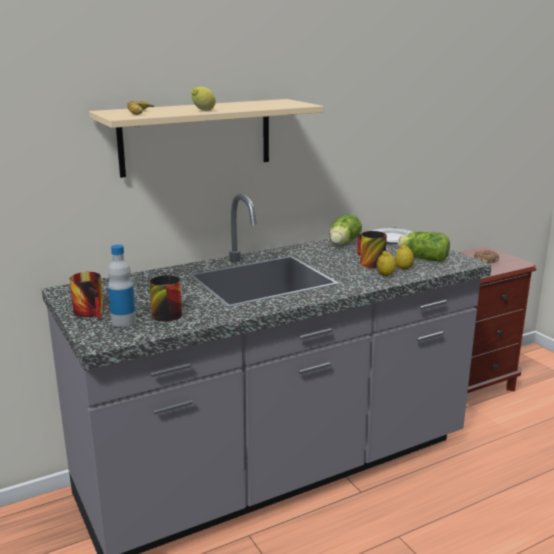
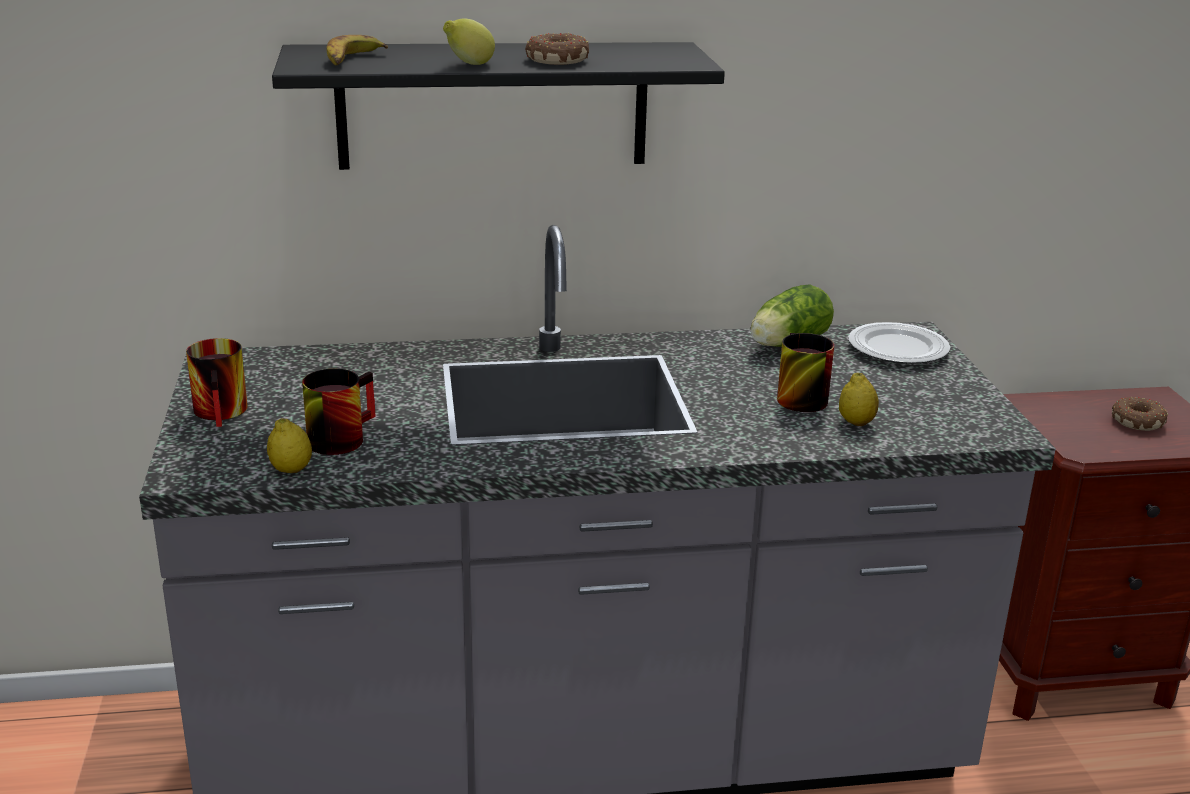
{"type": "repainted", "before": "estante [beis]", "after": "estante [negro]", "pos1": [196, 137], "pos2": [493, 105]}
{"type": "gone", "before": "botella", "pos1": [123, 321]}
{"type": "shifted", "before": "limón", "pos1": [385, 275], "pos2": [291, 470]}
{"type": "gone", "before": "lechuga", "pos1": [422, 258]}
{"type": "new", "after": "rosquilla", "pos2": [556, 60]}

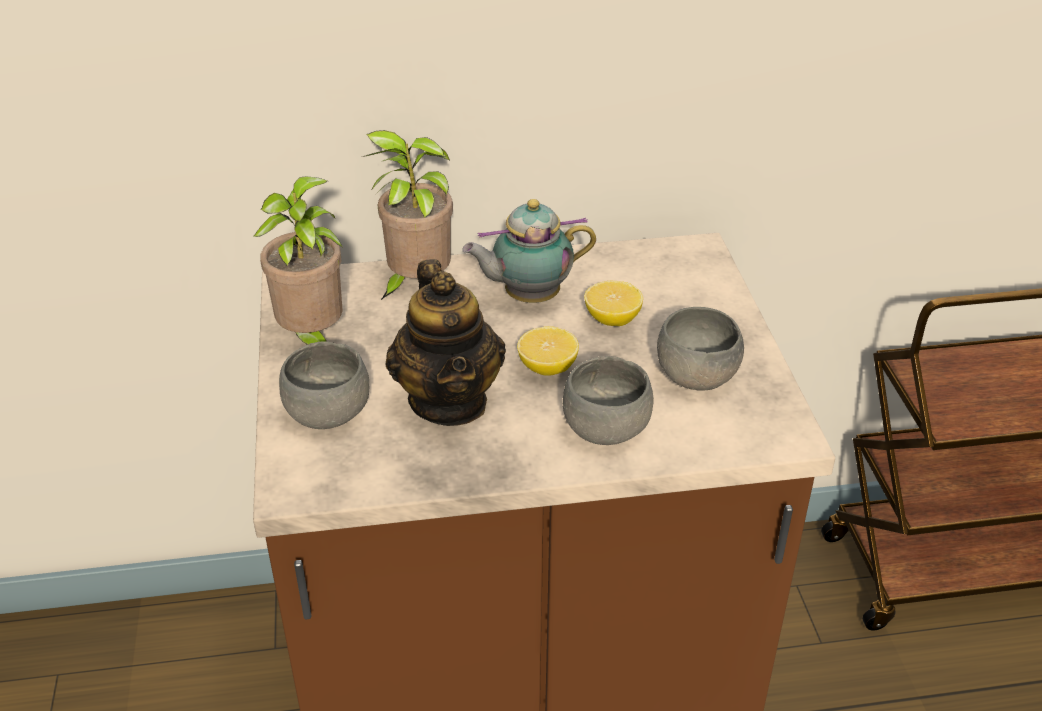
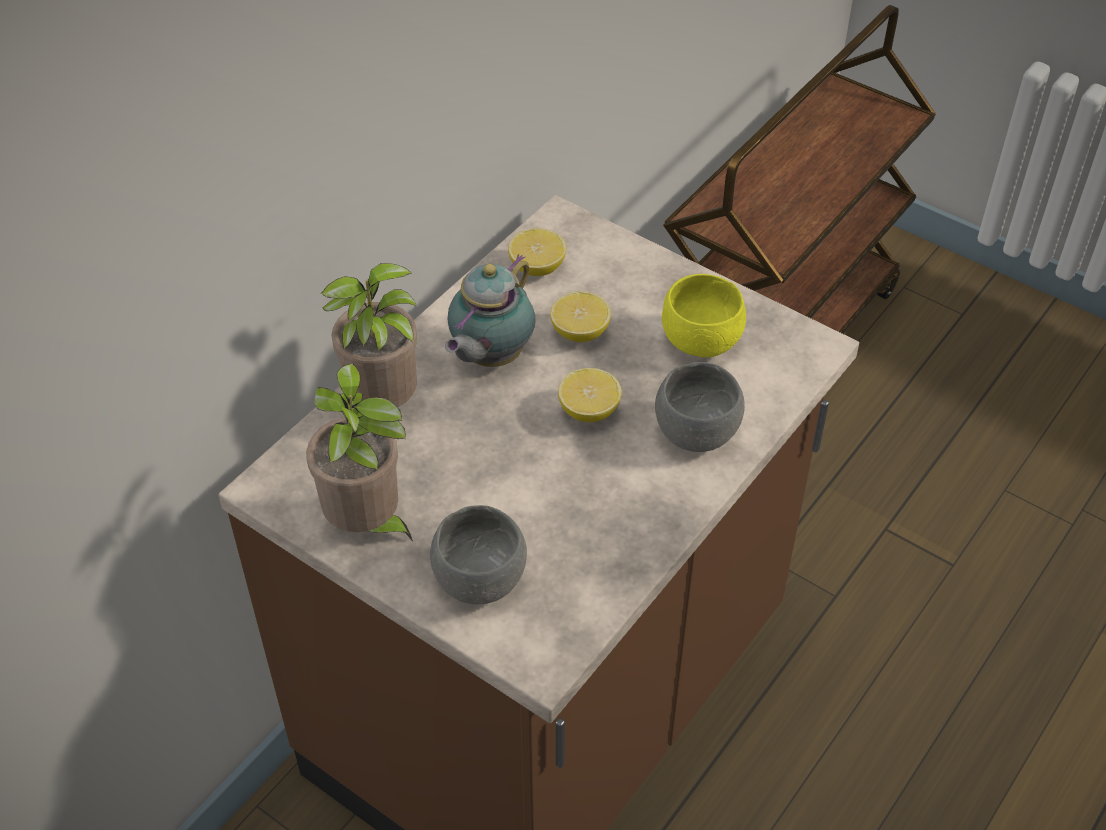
{"type": "gone", "before": "tetera", "pos1": [449, 401]}
{"type": "repainted", "before": "cuenco [gris]", "after": "cuenco [amarillo]", "pos1": [696, 377], "pos2": [701, 341]}
{"type": "new", "after": "limón", "pos2": [537, 268]}

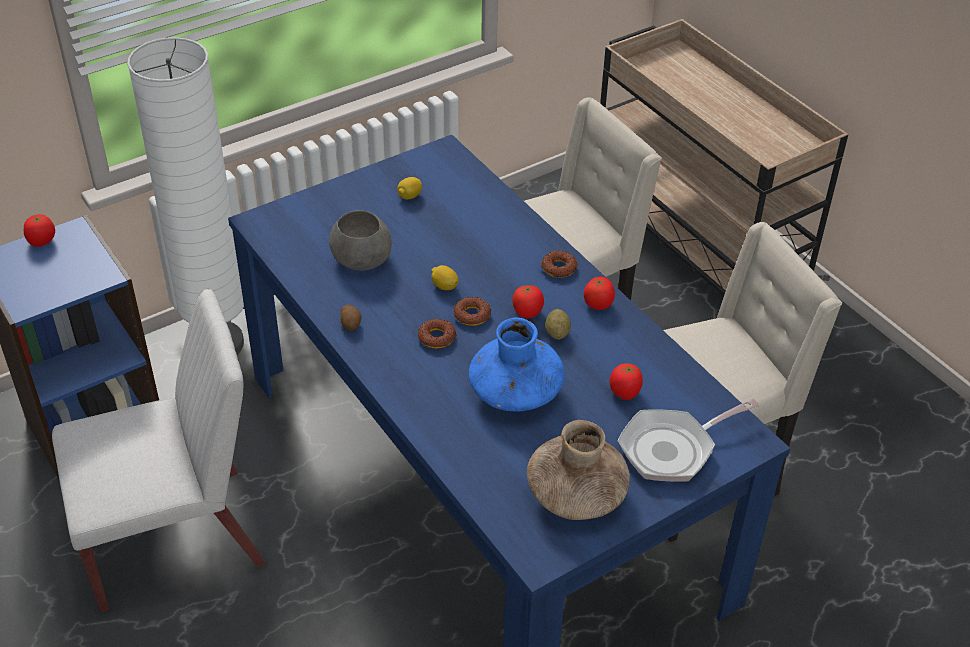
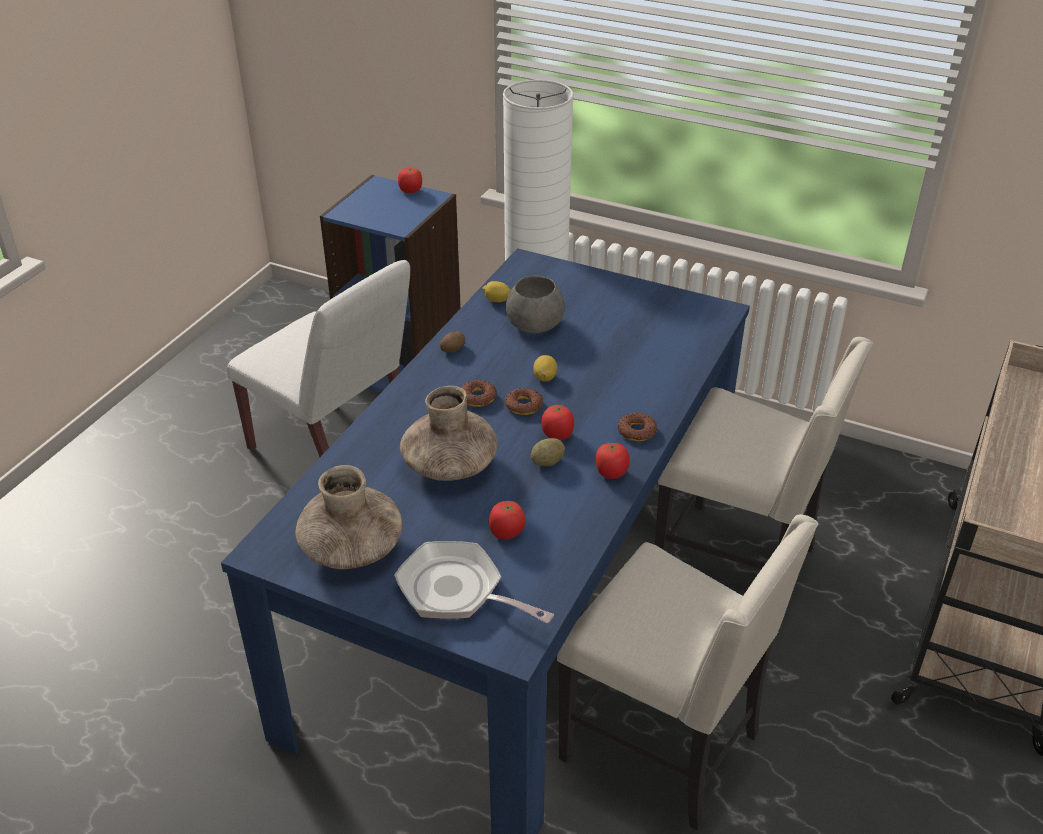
{"type": "shifted", "before": "limón", "pos1": [409, 196], "pos2": [496, 300]}
{"type": "repainted", "before": "florero [azul]", "after": "florero [marrón]", "pos1": [515, 392], "pos2": [450, 465]}

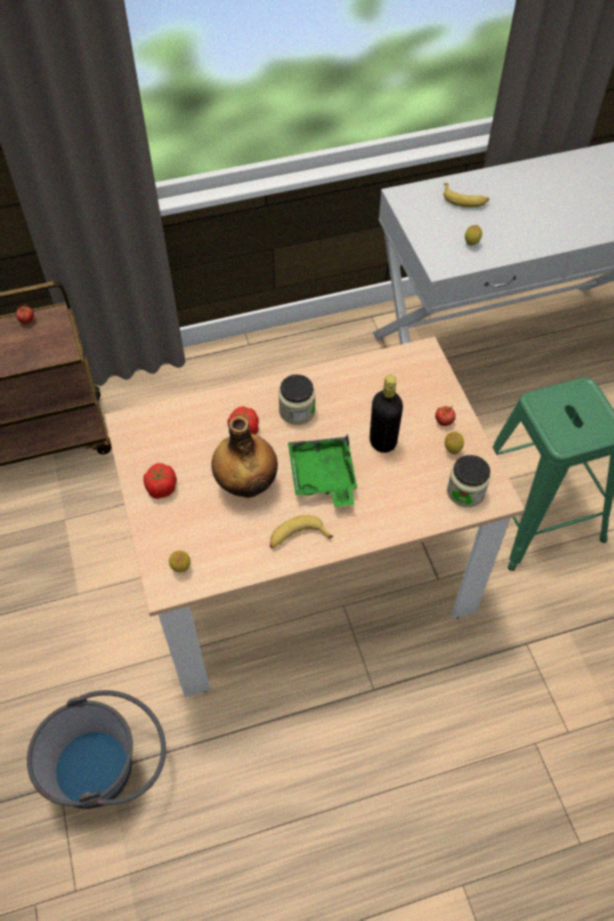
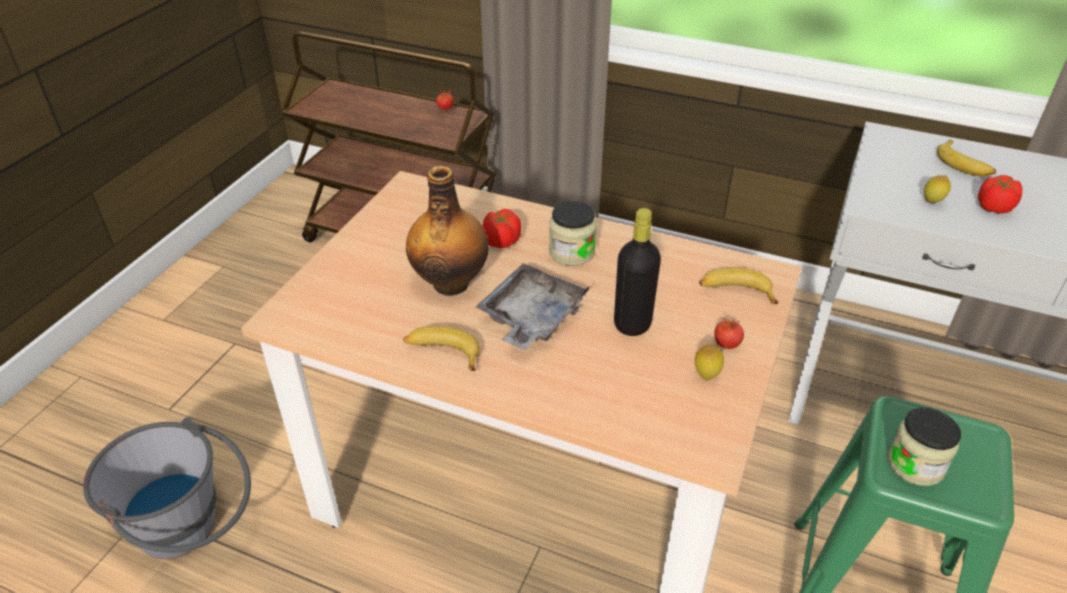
{"type": "shifted", "before": "tomate", "pos1": [161, 488], "pos2": [993, 207]}
{"type": "gone", "before": "limón", "pos1": [181, 568]}
{"type": "repainted", "before": "bandeja [verde]", "after": "bandeja [gris]", "pos1": [323, 477], "pos2": [531, 318]}
{"type": "shifted", "before": "tarro", "pos1": [465, 491], "pos2": [915, 464]}
{"type": "new", "after": "plátano", "pos2": [735, 291]}

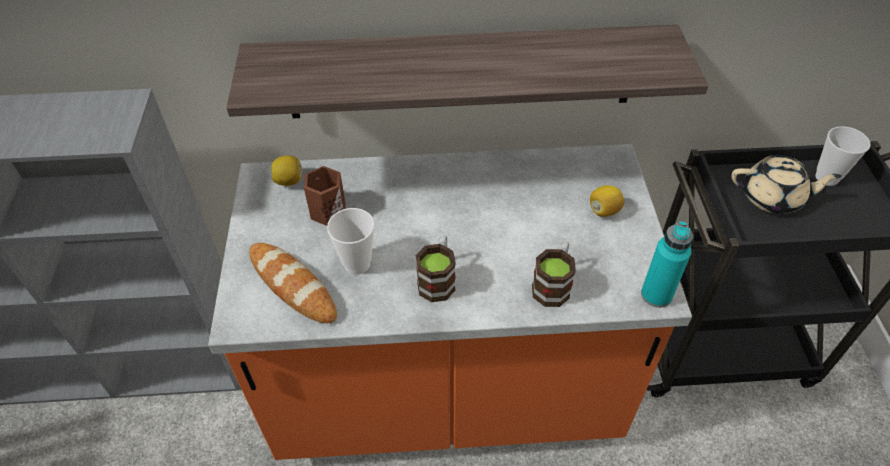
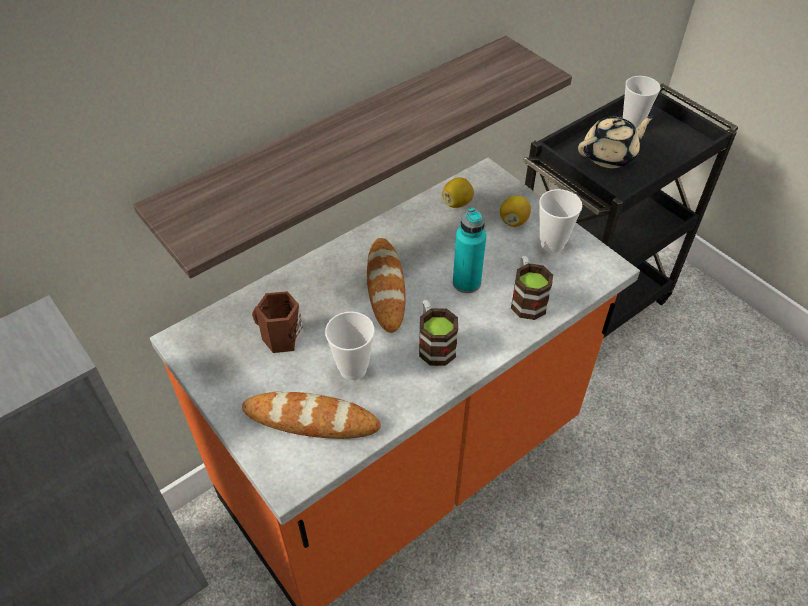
{"type": "shifted", "before": "limón", "pos1": [289, 181], "pos2": [457, 203]}
{"type": "shifted", "before": "botella [turquesa]", "pos1": [656, 295], "pos2": [466, 283]}
{"type": "new", "after": "pan", "pos2": [386, 287]}
{"type": "new", "after": "taza", "pos2": [552, 244]}

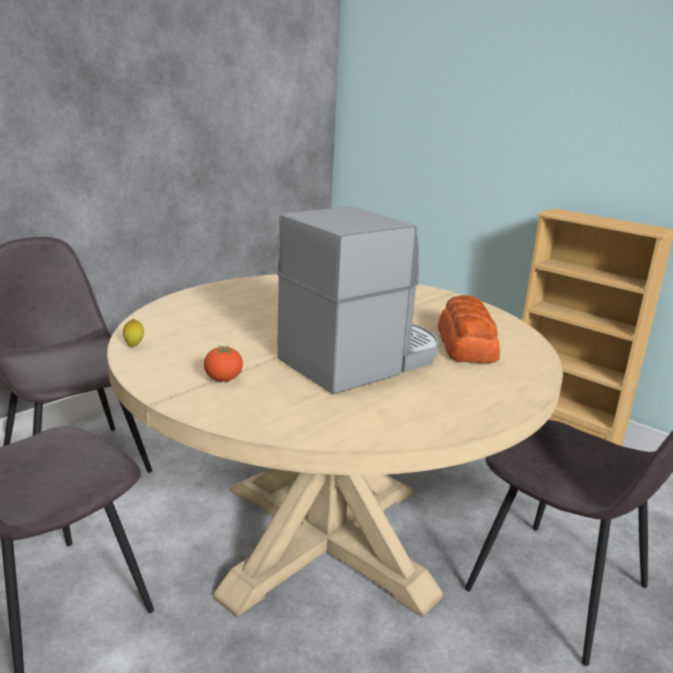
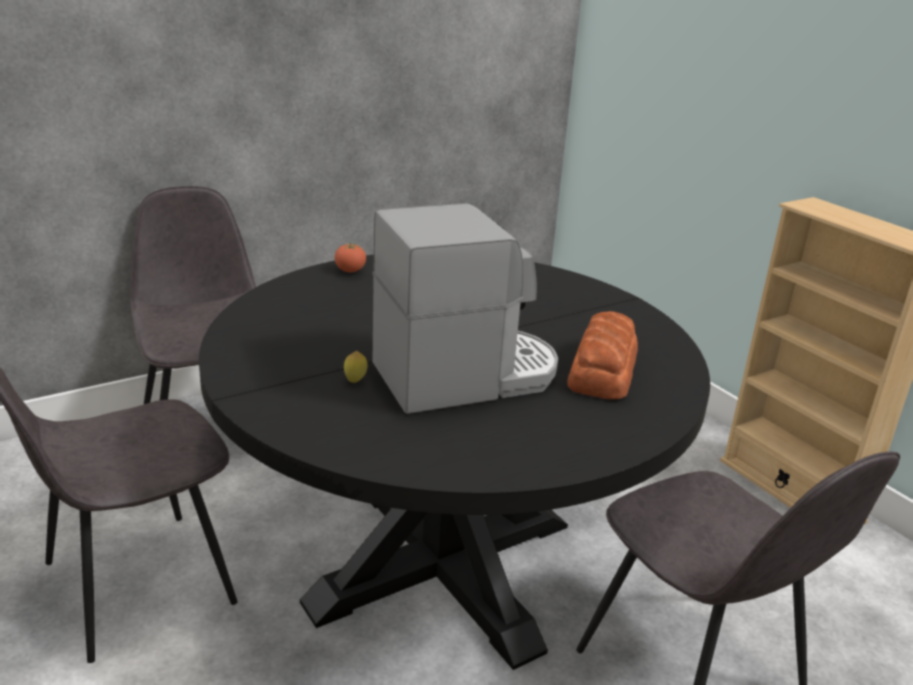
{"type": "repainted", "before": "mesa de comedor [beis]", "after": "mesa de comedor [negro]", "pos1": [325, 538], "pos2": [442, 562]}
{"type": "shifted", "before": "limón", "pos1": [134, 345], "pos2": [355, 381]}
{"type": "shifted", "before": "tomate", "pos1": [223, 379], "pos2": [350, 271]}

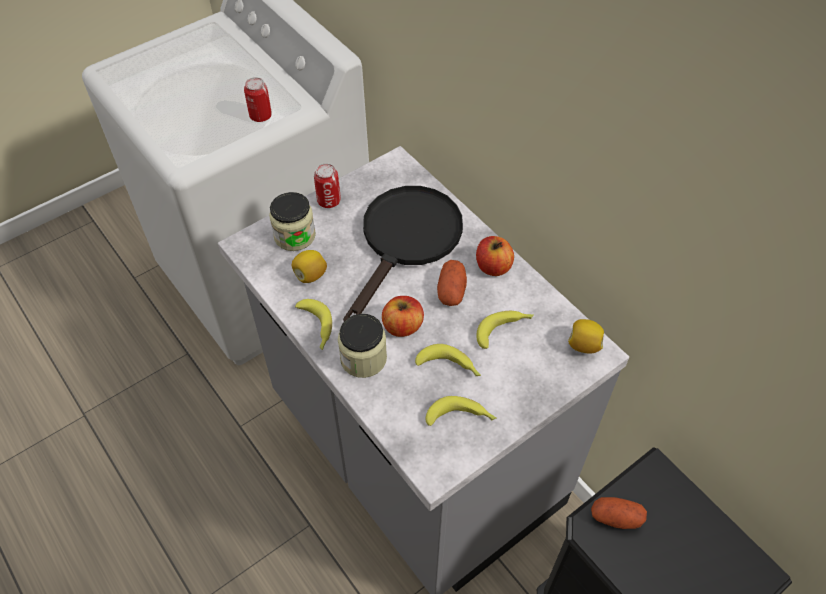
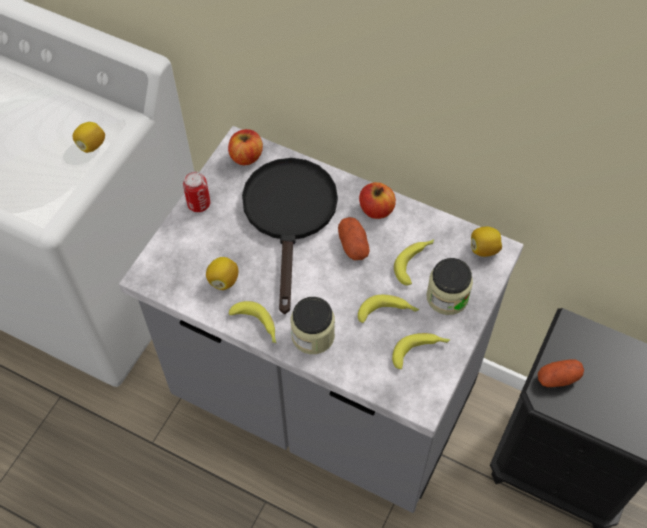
{"type": "swapped", "before": "lata", "after": "limón", "pos1": [260, 116], "pos2": [91, 145]}
{"type": "shifted", "before": "tarro", "pos1": [294, 236], "pos2": [447, 297]}
{"type": "shifted", "before": "manzana", "pos1": [402, 326], "pos2": [246, 156]}

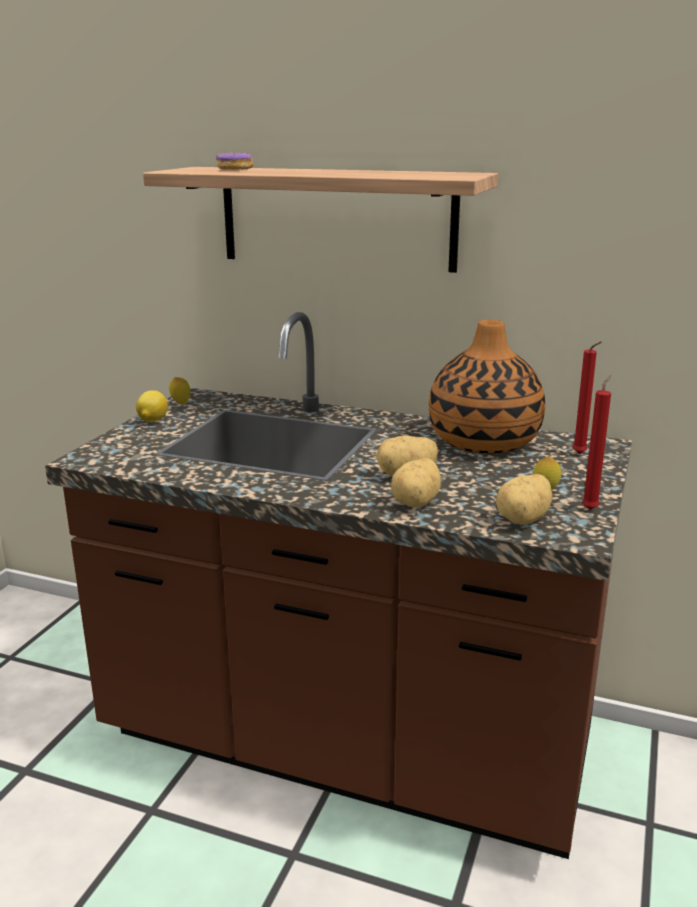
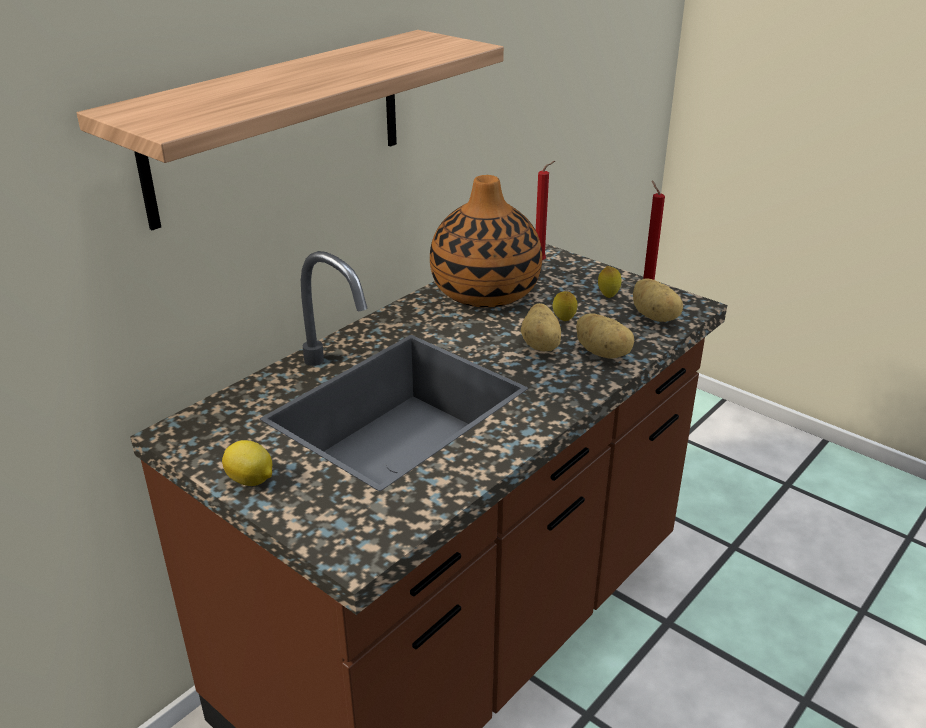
{"type": "shifted", "before": "limón", "pos1": [181, 404], "pos2": [563, 320]}
{"type": "gone", "before": "rosquilla", "pos1": [235, 169]}

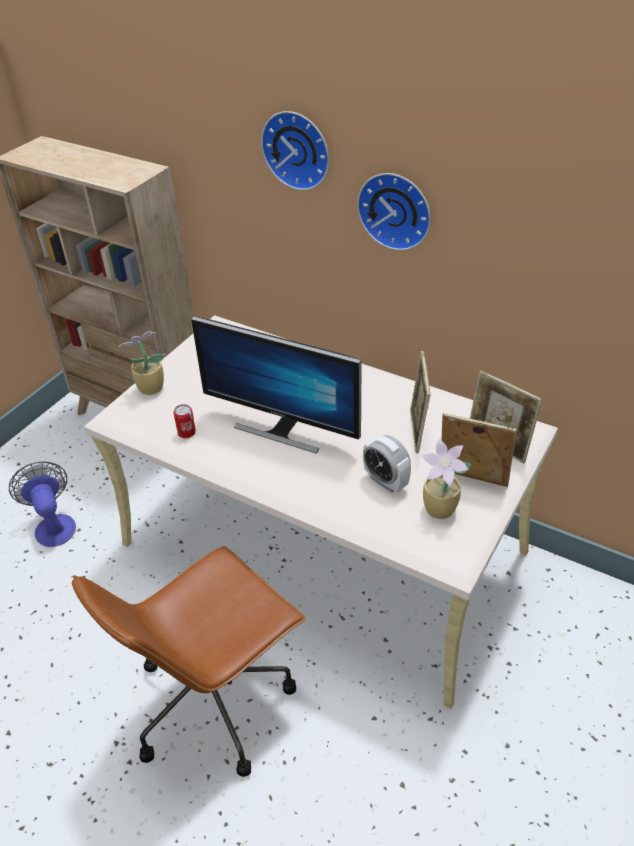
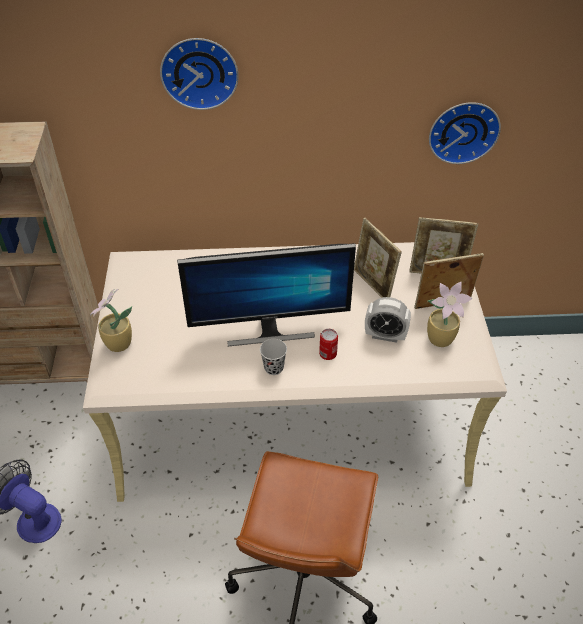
{"type": "shifted", "before": "lata", "pos1": [186, 432], "pos2": [328, 353]}
{"type": "shifted", "before": "reloj de pared", "pos1": [396, 209], "pos2": [463, 130]}
{"type": "new", "after": "taza [negro]", "pos2": [273, 368]}

